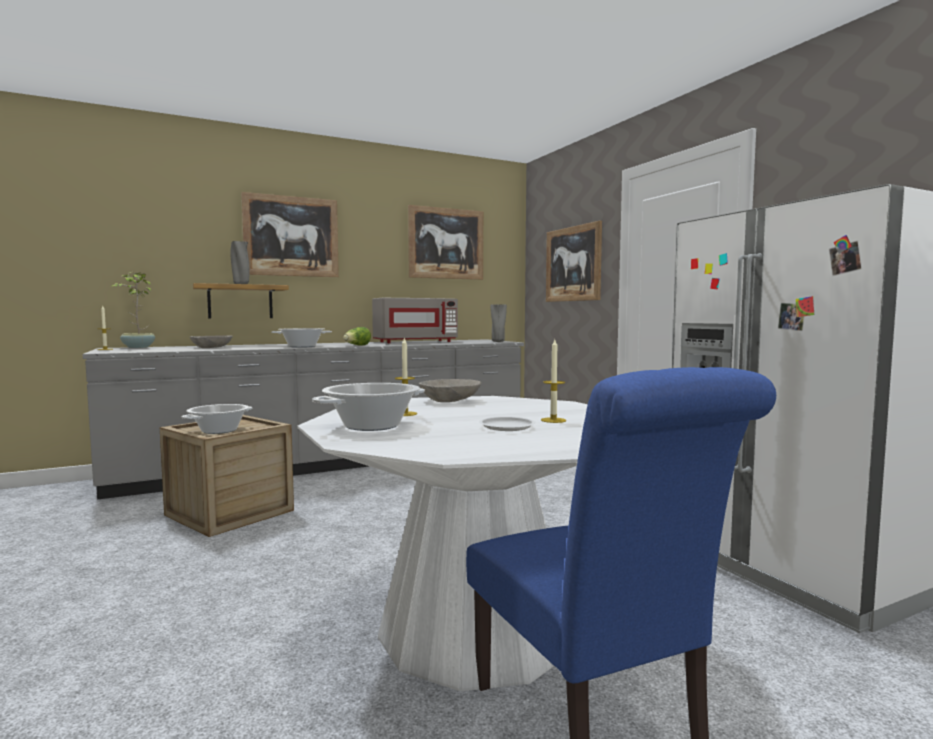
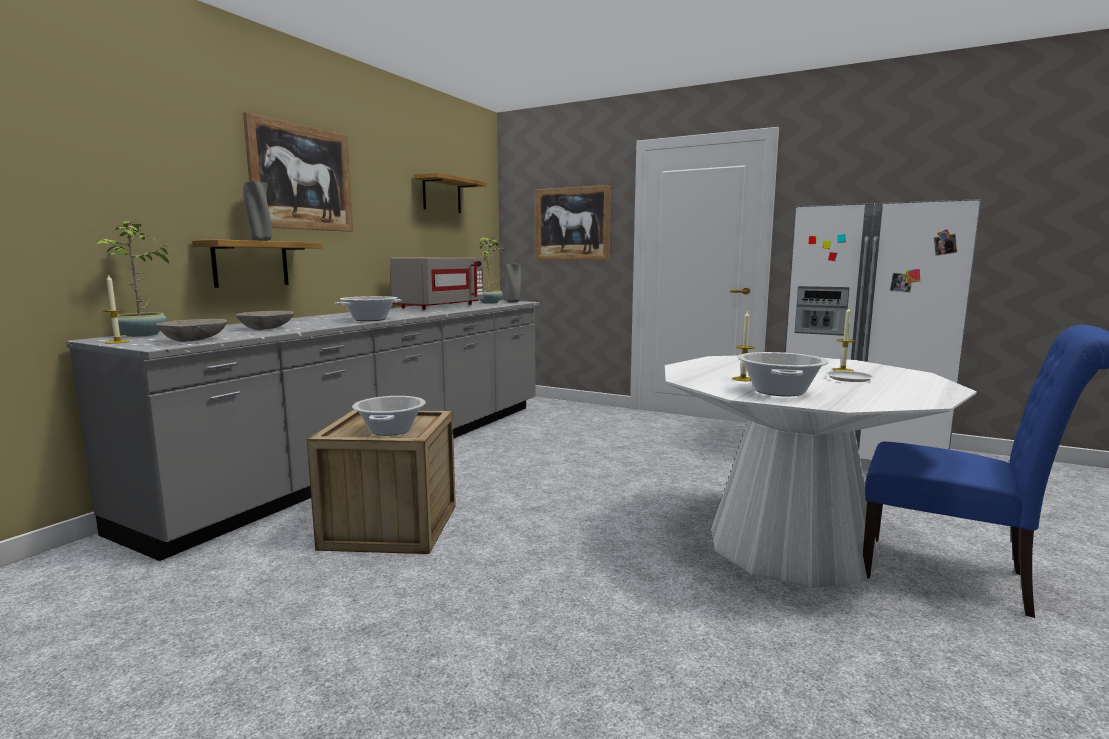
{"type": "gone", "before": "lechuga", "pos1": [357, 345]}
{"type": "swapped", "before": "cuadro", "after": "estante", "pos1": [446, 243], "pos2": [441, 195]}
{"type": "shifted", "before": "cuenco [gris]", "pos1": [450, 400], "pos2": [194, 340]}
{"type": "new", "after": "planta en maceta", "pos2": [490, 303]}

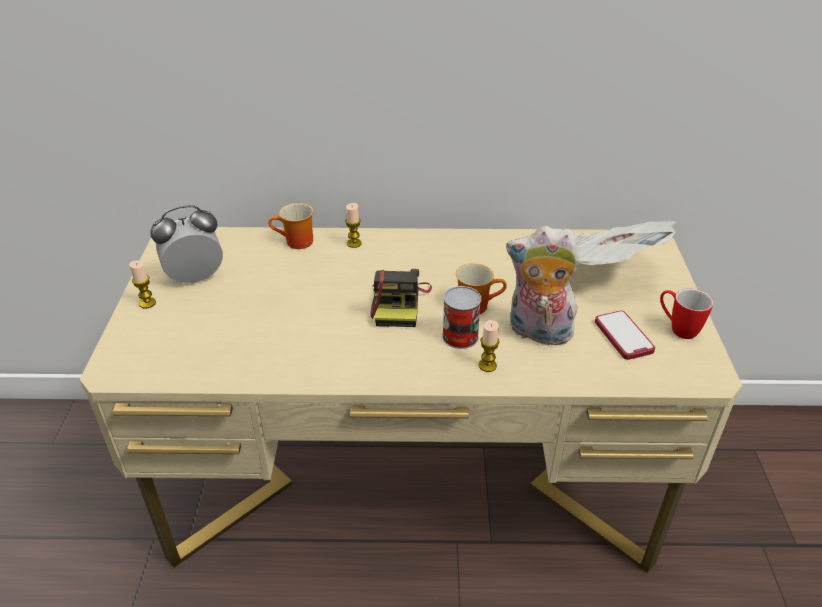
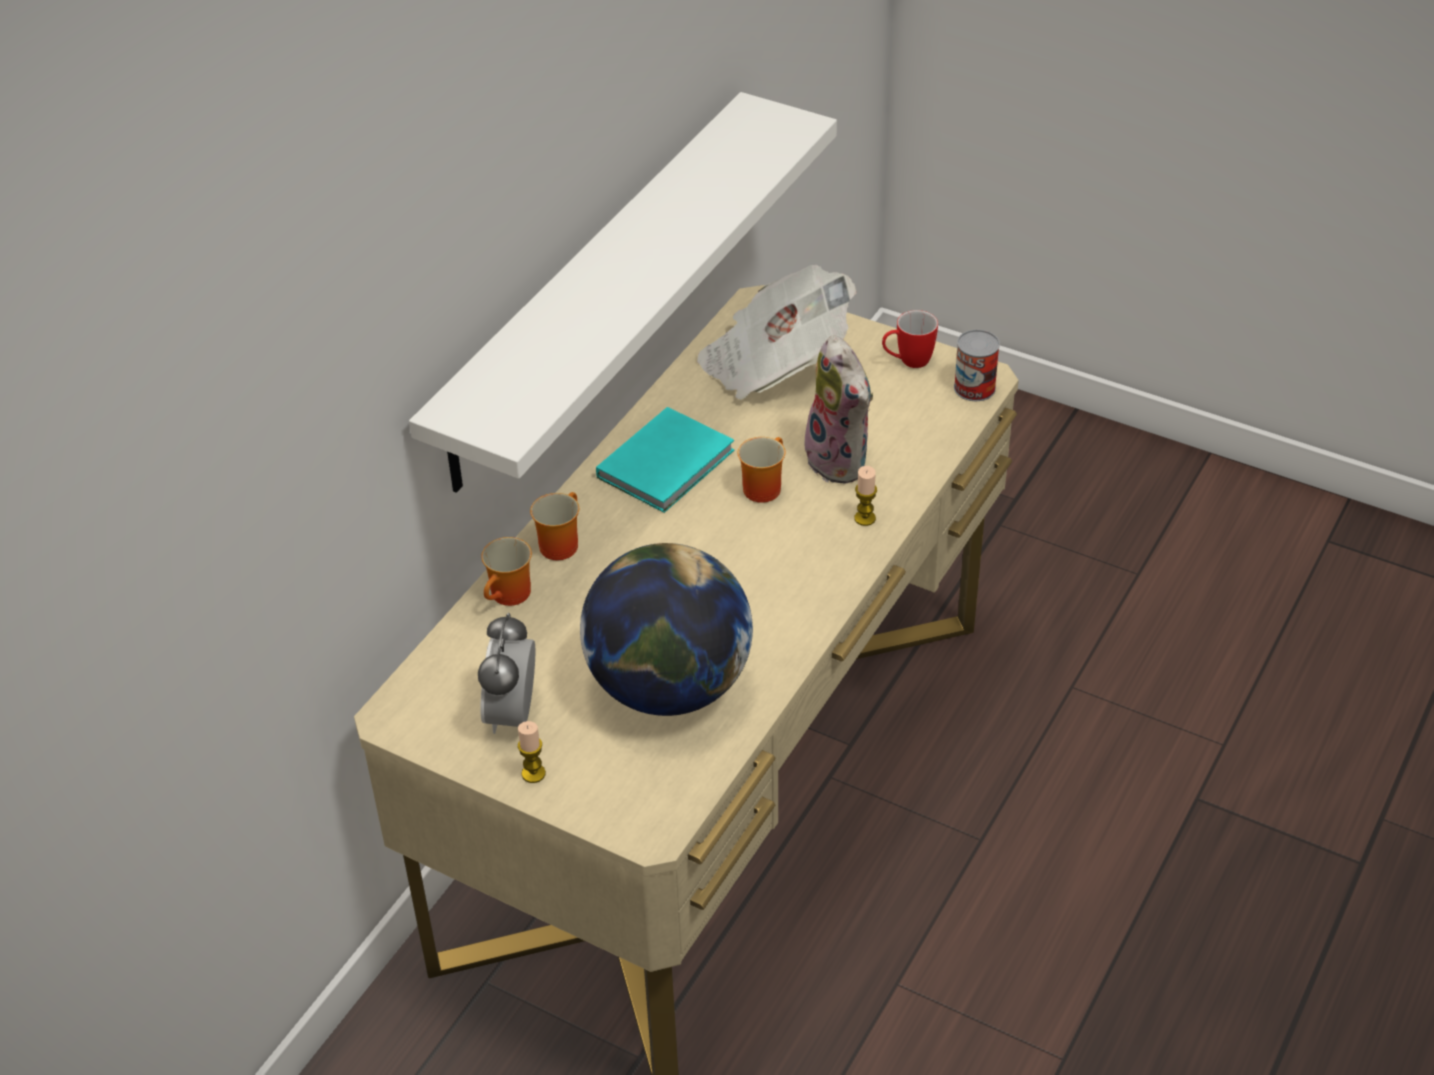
{"type": "swapped", "before": "vela", "after": "taza grande", "pos1": [354, 243], "pos2": [558, 543]}
{"type": "gone", "before": "cámara", "pos1": [399, 304]}
{"type": "shifted", "before": "lata", "pos1": [460, 336], "pos2": [974, 388]}
{"type": "rotated", "before": "peluche", "pos1": [537, 333], "pos2": [842, 461], "turn": -75}
{"type": "gone", "before": "móvil", "pos1": [623, 336]}
{"type": "new", "after": "estante [blanco]", "pos2": [593, 291]}
{"type": "new", "after": "globo terráqueo", "pos2": [669, 687]}
{"type": "new", "after": "libro [turquesa]", "pos2": [669, 463]}

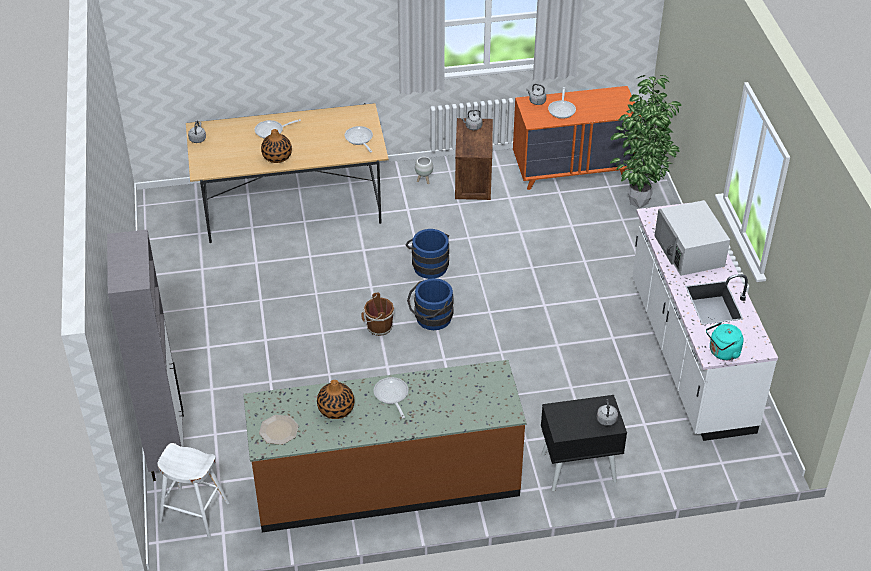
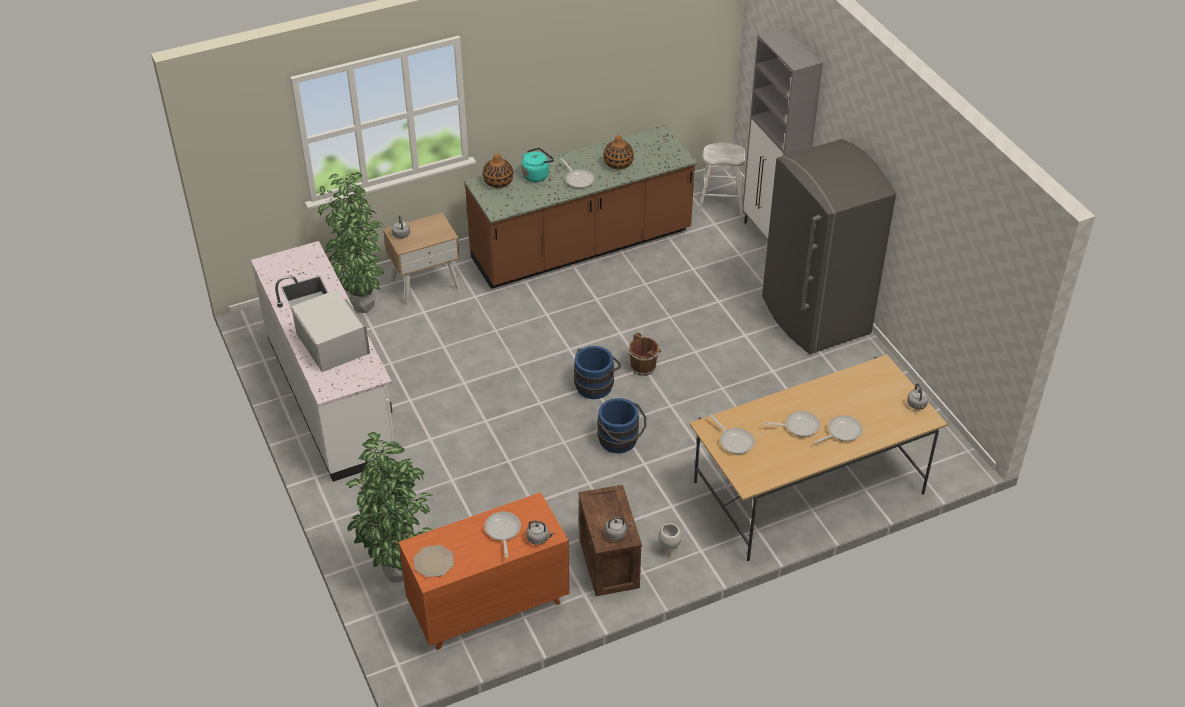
{"type": "shifted", "before": "plato", "pos1": [279, 430], "pos2": [433, 562]}
{"type": "shifted", "before": "florero", "pos1": [277, 156], "pos2": [498, 182]}
{"type": "repainted", "before": "mesita de noche [negro]", "after": "mesita de noche [beis]", "pos1": [578, 468], "pos2": [426, 284]}
{"type": "shifted", "before": "hervidor [turquesa]", "pos1": [722, 352], "pos2": [536, 175]}
{"type": "new", "after": "planta en maceta", "pos2": [361, 305]}
{"type": "new", "after": "nevera [gris]", "pos2": [814, 317]}
{"type": "new", "after": "sartén", "pos2": [798, 426]}

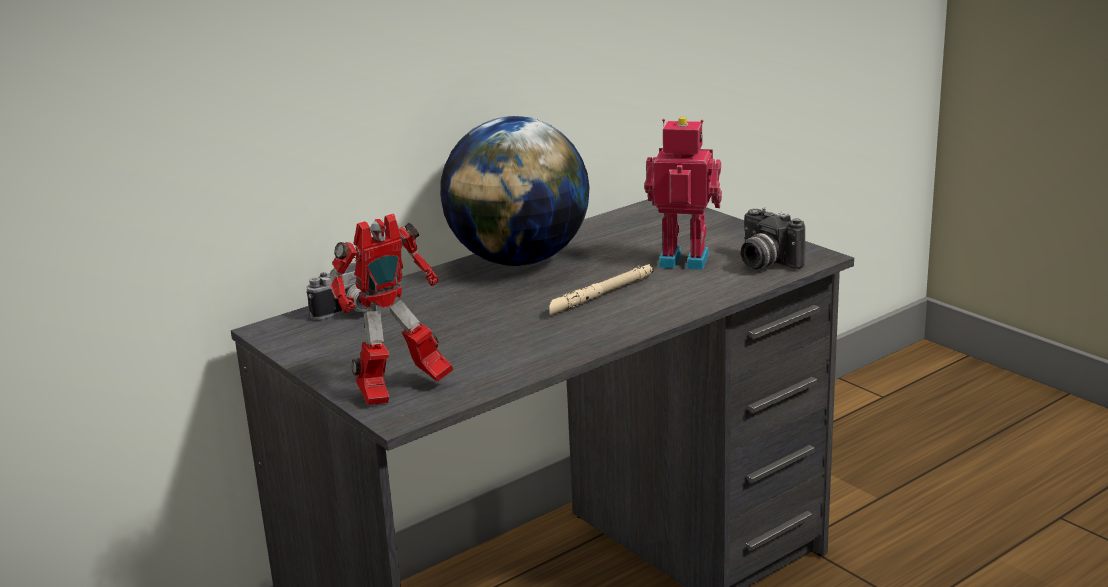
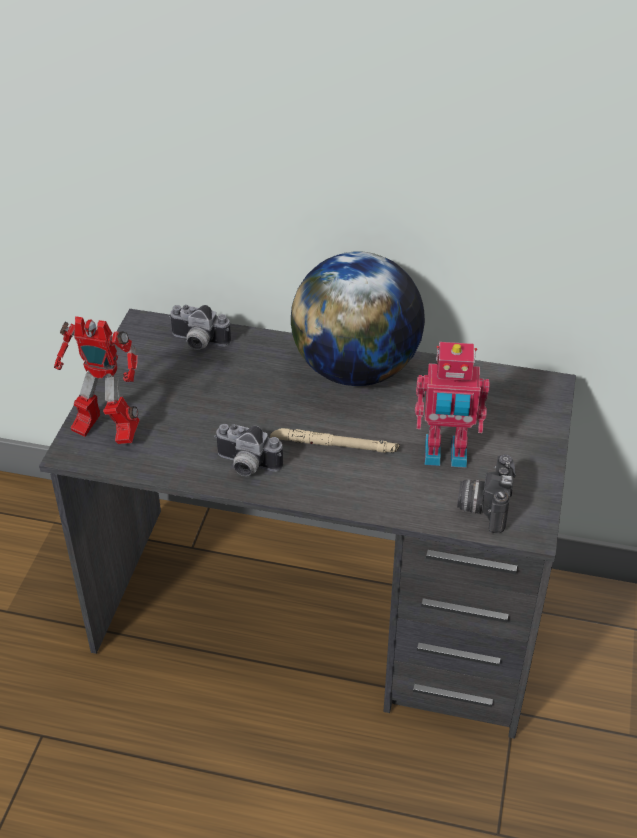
{"type": "rotated", "before": "robot de juguete", "pos1": [684, 259], "pos2": [445, 455], "turn": 120}
{"type": "new", "after": "cámara", "pos2": [246, 466]}

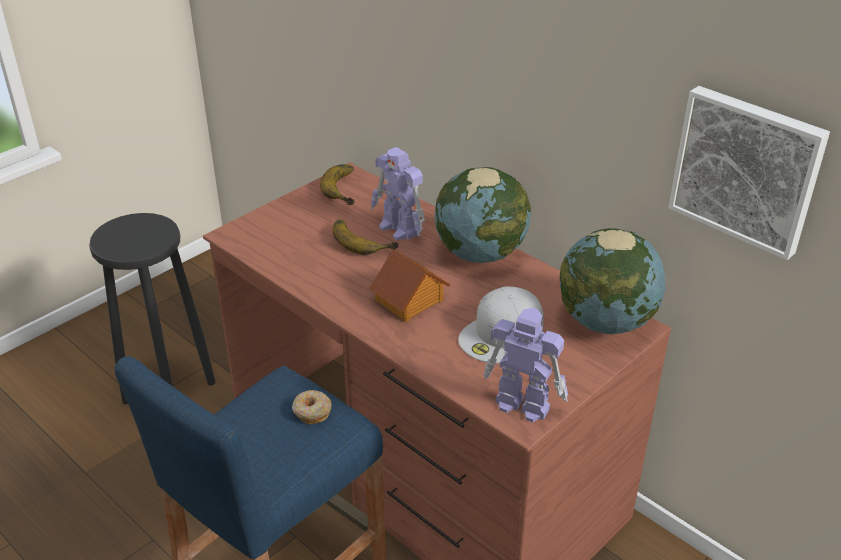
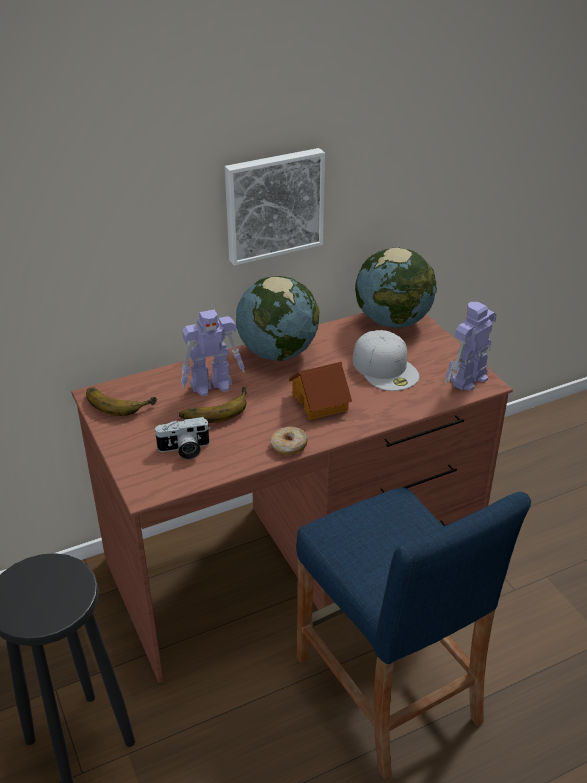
{"type": "shifted", "before": "rosquilla", "pos1": [311, 412], "pos2": [288, 446]}
{"type": "shifted", "before": "cuadro", "pos1": [747, 169], "pos2": [273, 204]}
{"type": "new", "after": "cámara", "pos2": [184, 450]}

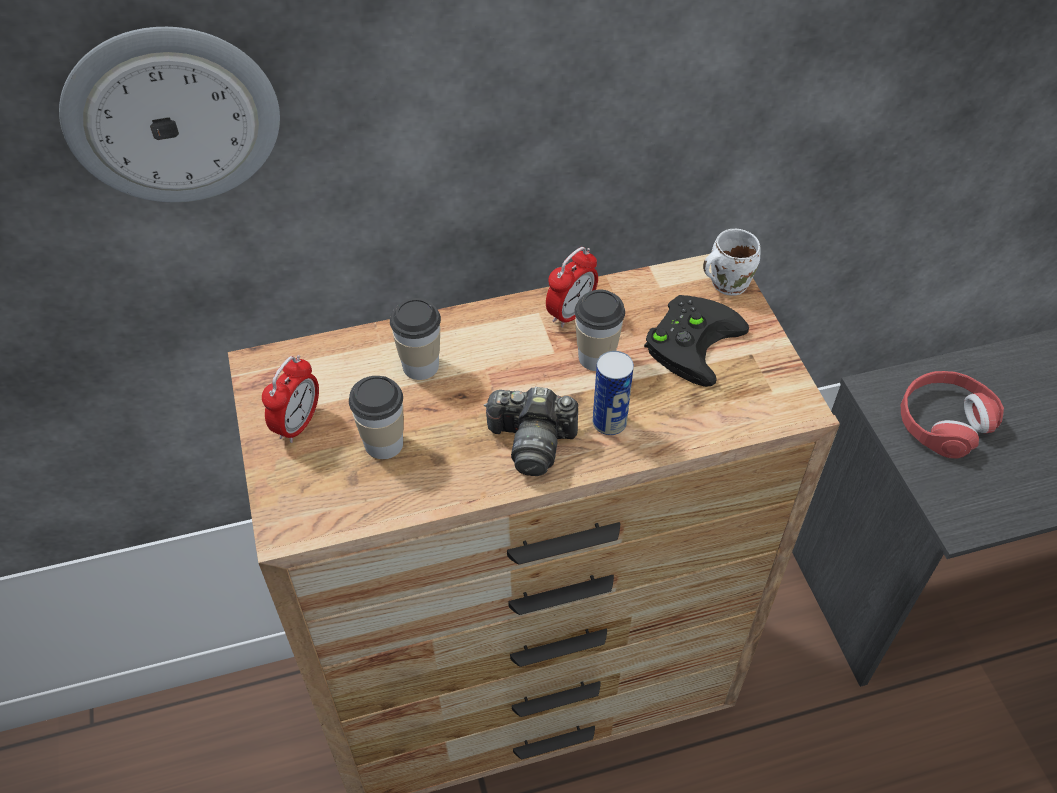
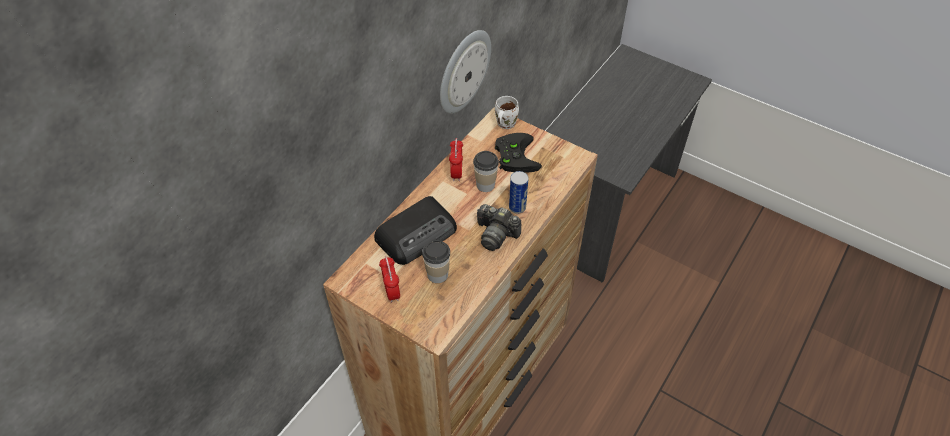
{"type": "shifted", "before": "reloj de pared", "pos1": [172, 115], "pos2": [463, 71]}
{"type": "swapped", "before": "taza", "after": "radio", "pos1": [420, 365], "pos2": [417, 234]}
{"type": "rotated", "before": "cámara", "pos1": [532, 442], "pos2": [496, 234], "turn": 60}
{"type": "gone", "before": "auriculares [rojo]", "pos1": [943, 421]}

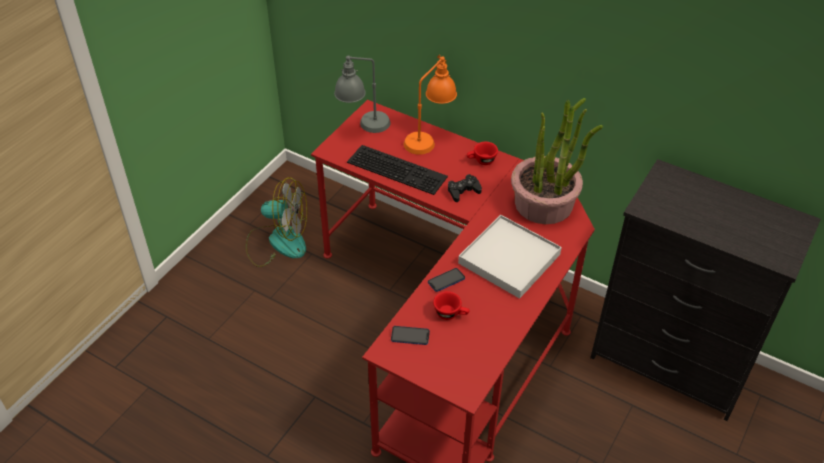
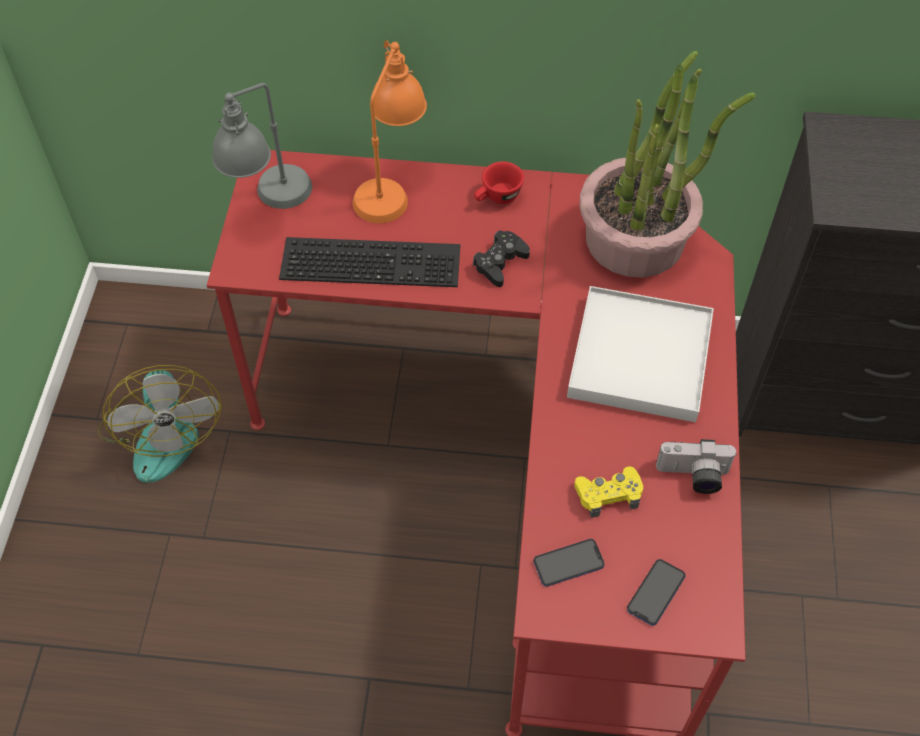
{"type": "rotated", "before": "ventilador", "pos1": [278, 242], "pos2": [162, 432], "turn": 90}
{"type": "shifted", "before": "móvil", "pos1": [446, 280], "pos2": [655, 593]}
{"type": "swapped", "before": "taza [rojo]", "after": "mando de consola [amarillo]", "pos1": [451, 314], "pos2": [608, 494]}
{"type": "new", "after": "cámara", "pos2": [693, 477]}

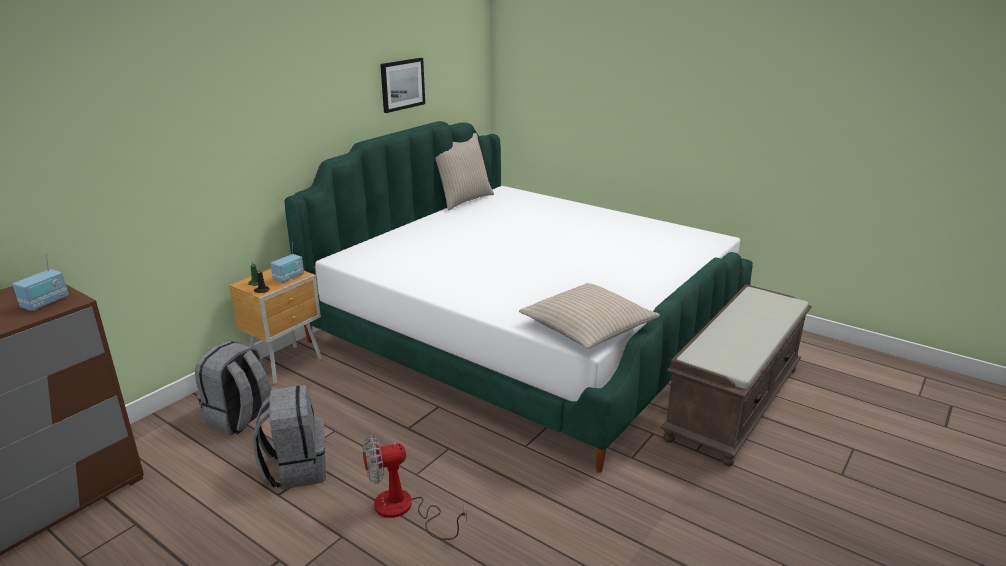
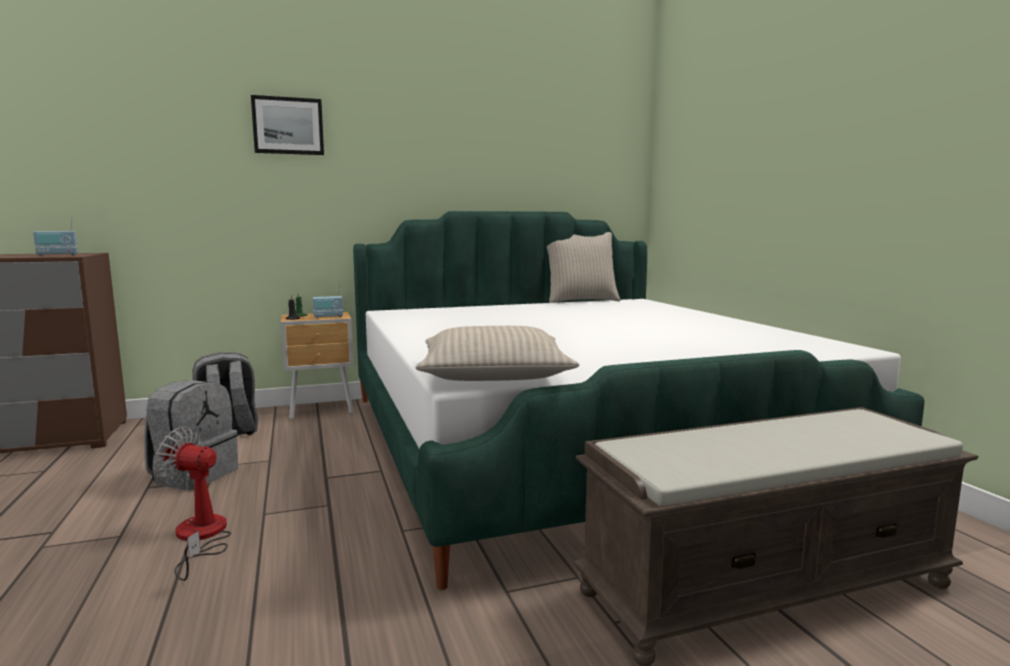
{"type": "shifted", "before": "cuadro", "pos1": [402, 84], "pos2": [288, 126]}

